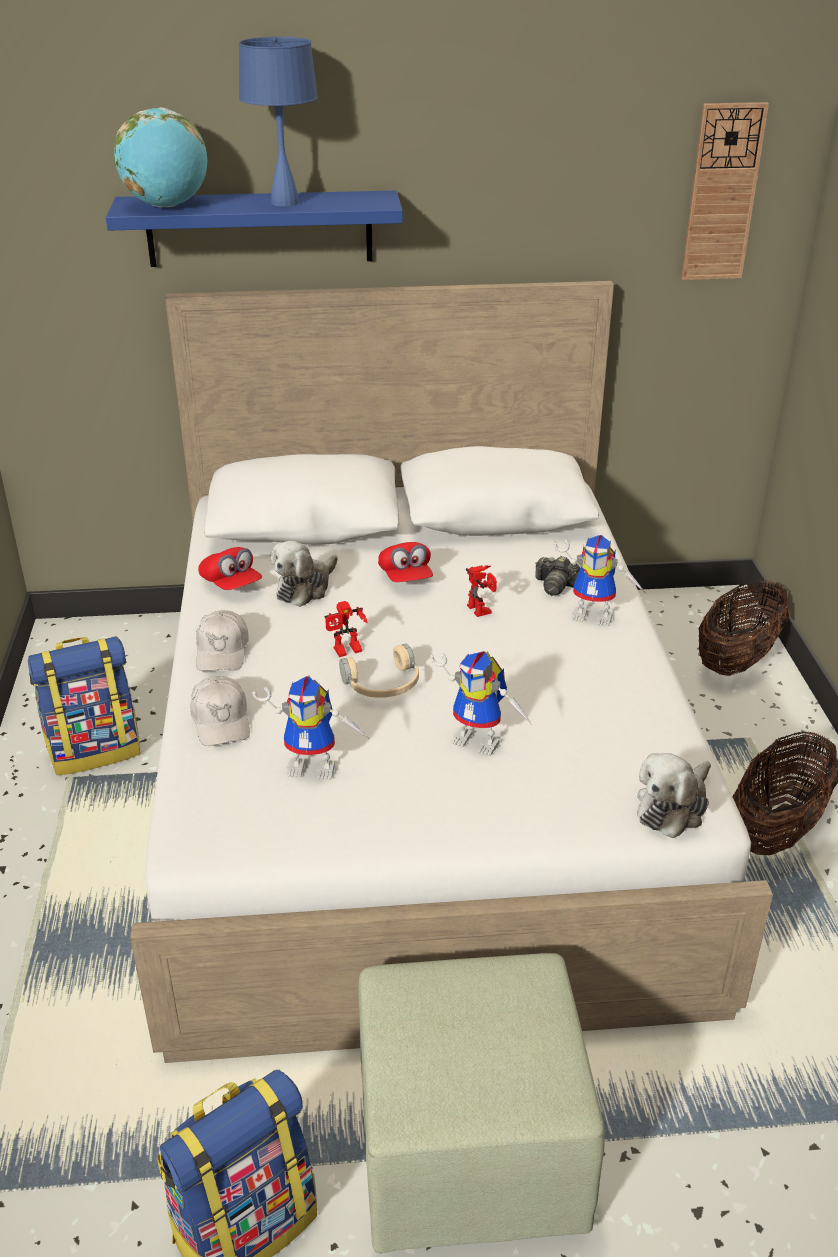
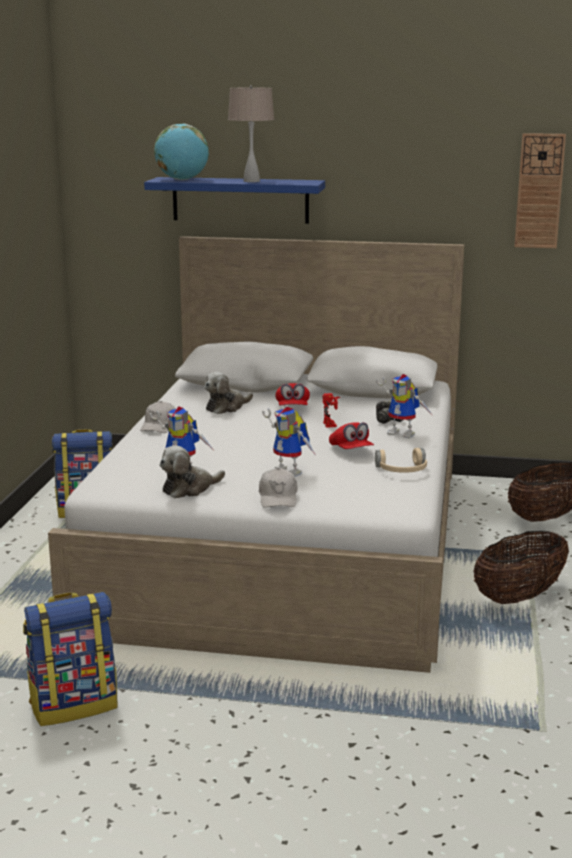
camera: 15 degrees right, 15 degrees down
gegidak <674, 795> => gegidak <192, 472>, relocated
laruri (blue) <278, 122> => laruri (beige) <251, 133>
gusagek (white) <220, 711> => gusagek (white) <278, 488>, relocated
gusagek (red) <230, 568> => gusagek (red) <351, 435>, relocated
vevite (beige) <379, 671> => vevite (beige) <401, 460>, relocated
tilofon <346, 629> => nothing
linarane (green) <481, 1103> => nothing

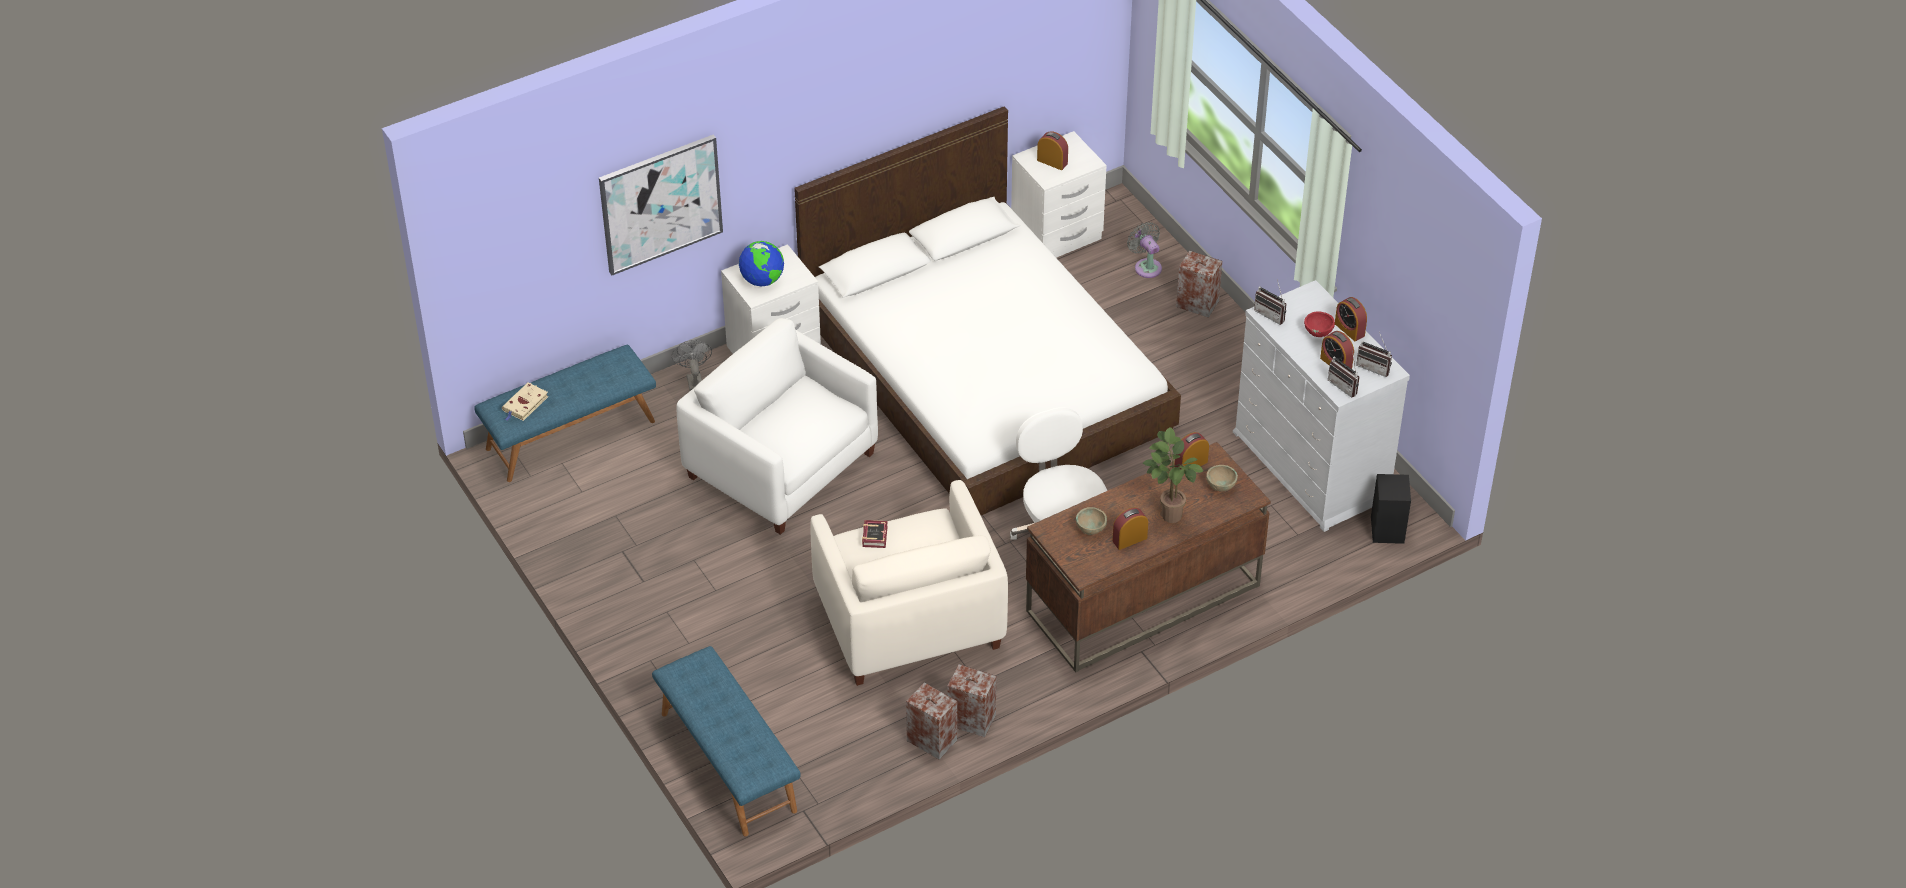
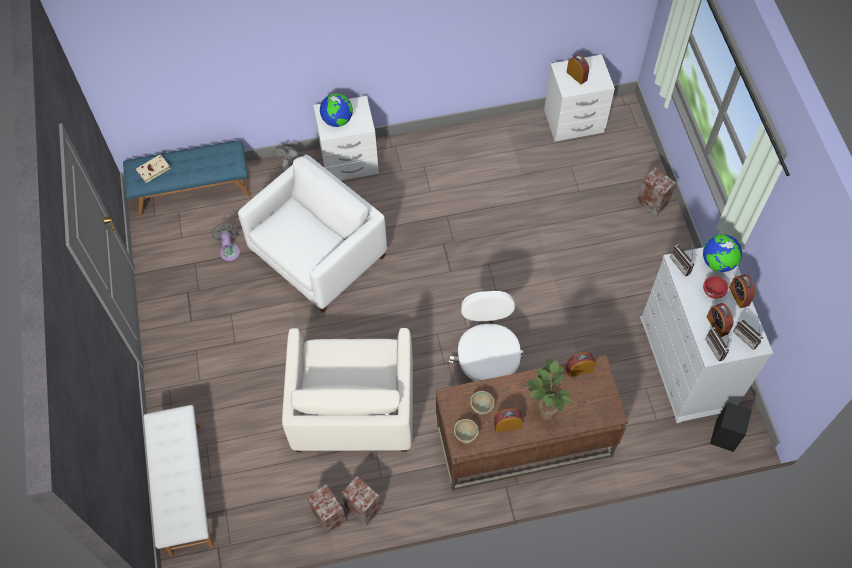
camera: 20 degrees right, 15 degrees up
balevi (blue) <726, 741> => balevi (white) <179, 481>
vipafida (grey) <1144, 250> => vipafida (grey) <225, 242>, relocated
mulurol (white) <777, 426> => mulurol (white) <312, 234>, 75 degrees clockwise
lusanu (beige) <1222, 478> => lusanu (beige) <466, 431>, relocated
nothing => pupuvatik <722, 253>
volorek <661, 205> => nothing
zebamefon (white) <987, 310> => nothing
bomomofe <875, 534> => nothing

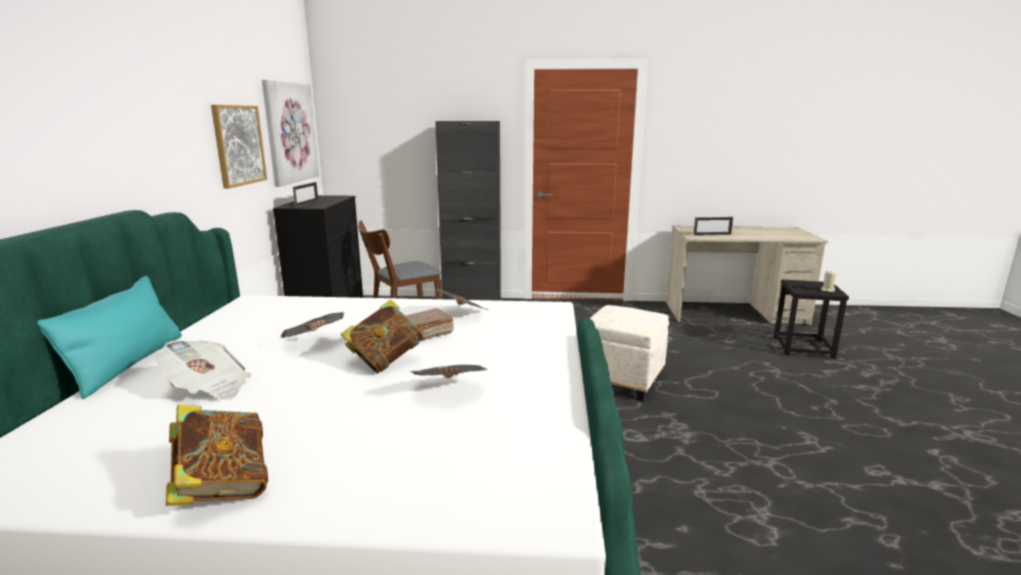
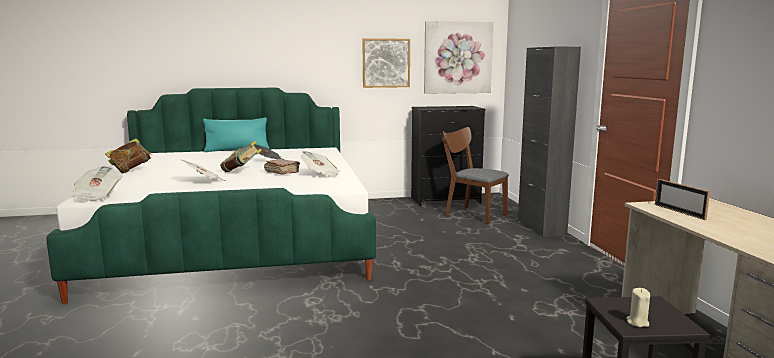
camera: 75 degrees right, 5 degrees down
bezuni <203, 370> => bezuni <97, 184>, relocated
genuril <305, 194> => nothing
linarane (white) <629, 353> => nothing

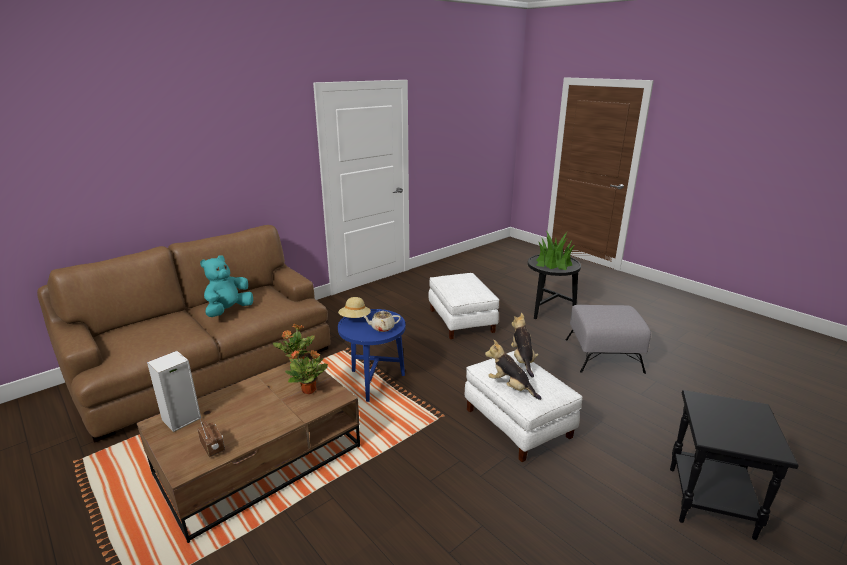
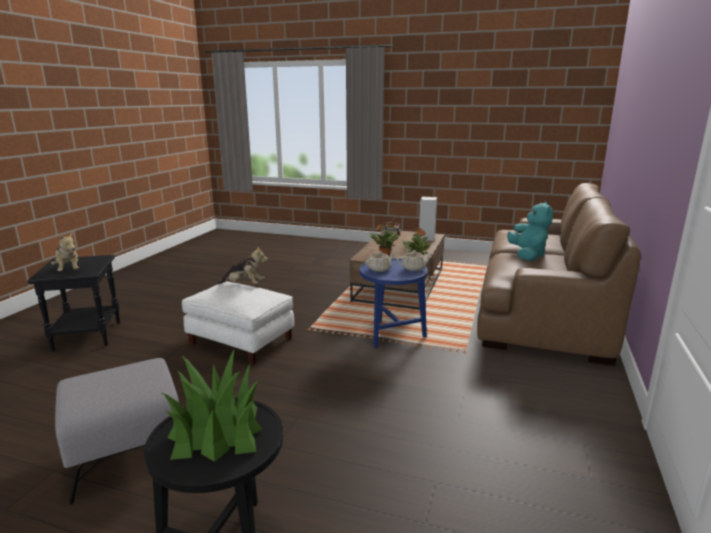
camera: 150 degrees right, 5 degrees down
gegidak <525, 345> => gegidak <65, 251>, relocated
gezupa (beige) <354, 307> => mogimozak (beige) <415, 260>
linarane (white) <464, 306> => nothing

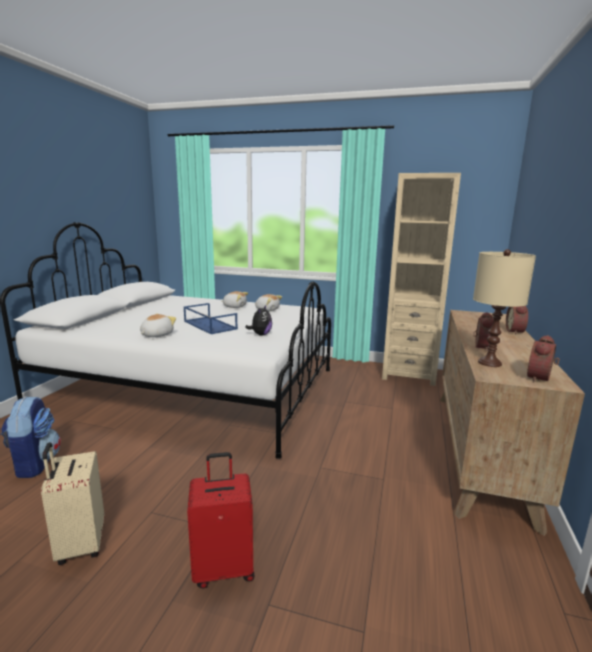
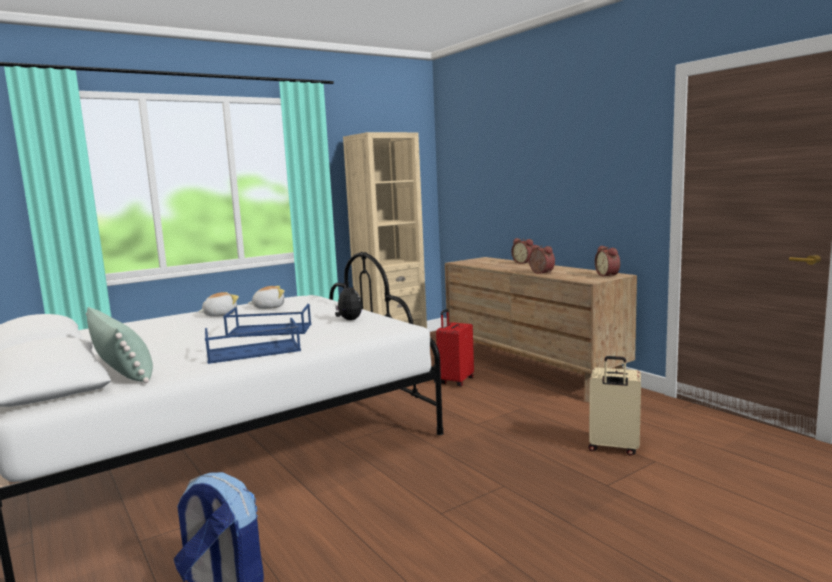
camera: 50 degrees left, 5 degrees down
nothing => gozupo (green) <119, 345>
gegidak <158, 325> => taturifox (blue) <253, 341>
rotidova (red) <221, 520> => rotidova (red) <455, 348>, relocated
rotidova (beige) <72, 503> => rotidova (beige) <614, 406>, relocated
laruri (beige) <504, 308> => nothing

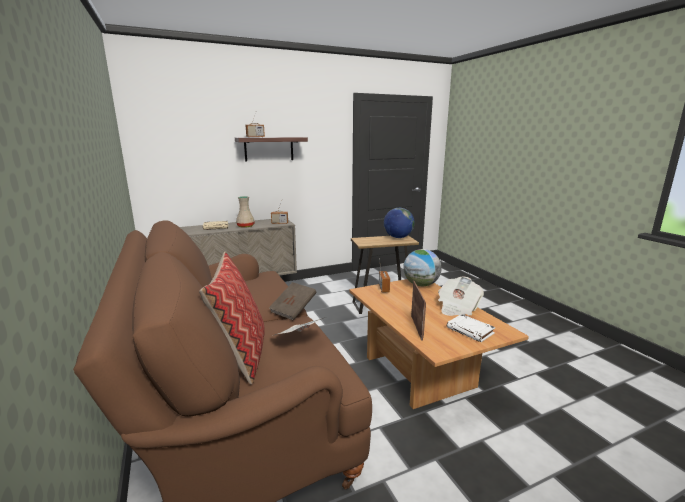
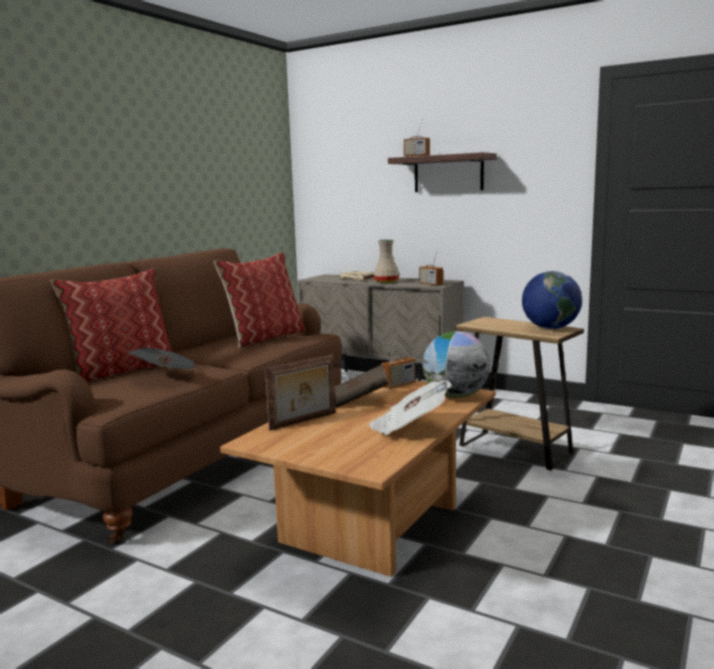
camera: 55 degrees right, 5 degrees down
nothing => gozupo <260, 300>
bomomofe (brown) <292, 301> => bomomofe (brown) <361, 386>, relocated
bomomofe (white) <471, 328> => nothing

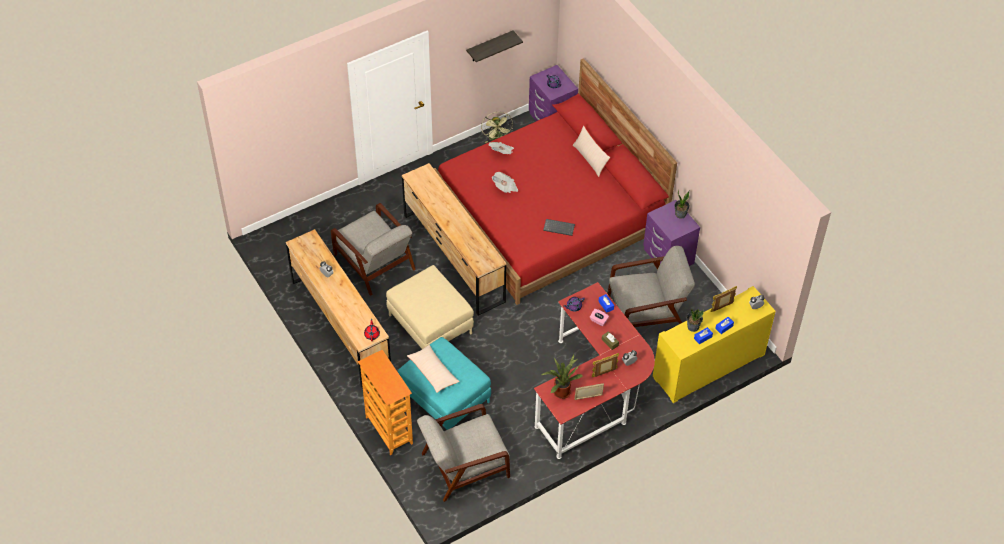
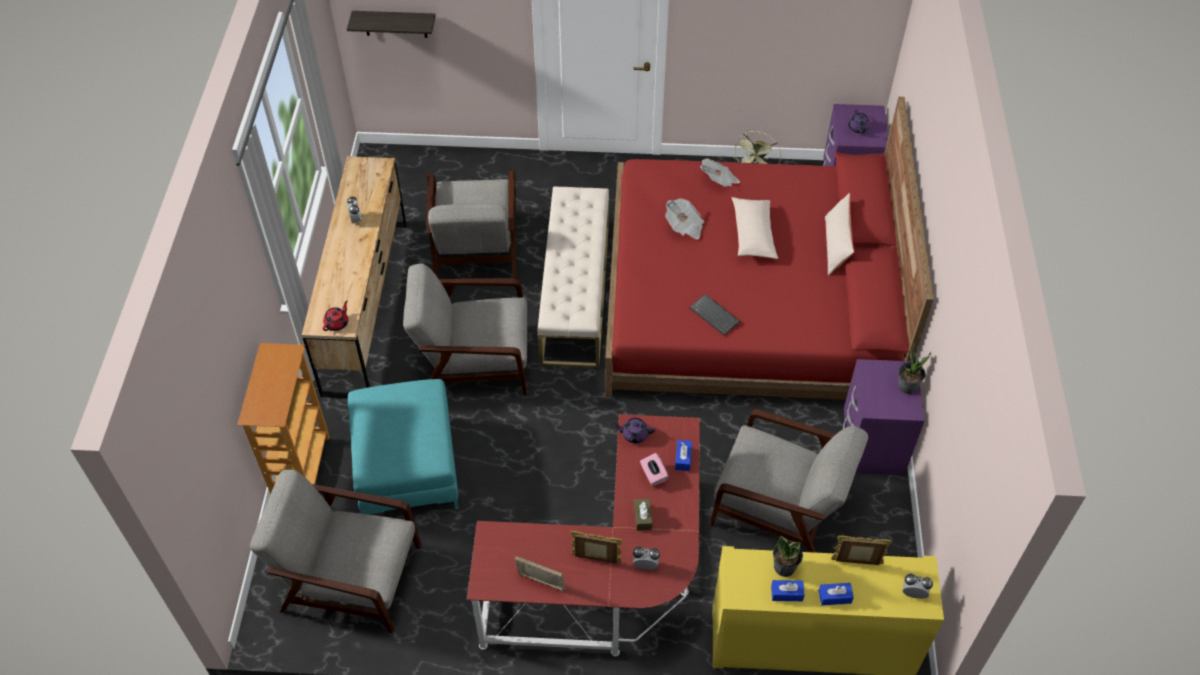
camera: 35 degrees right, 0 degrees up
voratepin <494, 46> => voratepin <391, 24>, relocated
linarane (beige) <430, 307> => mulurol (grey) <465, 329>
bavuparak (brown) <454, 239> => balevi (beige) <573, 277>
gozupo (beige) <433, 369> => gozupo (beige) <754, 228>, relocated
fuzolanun <562, 377> => nothing

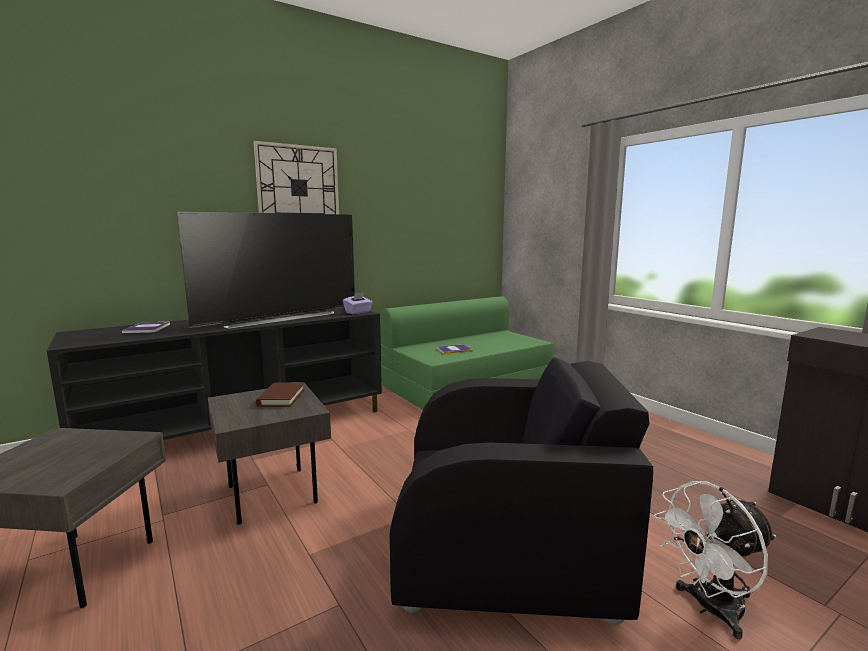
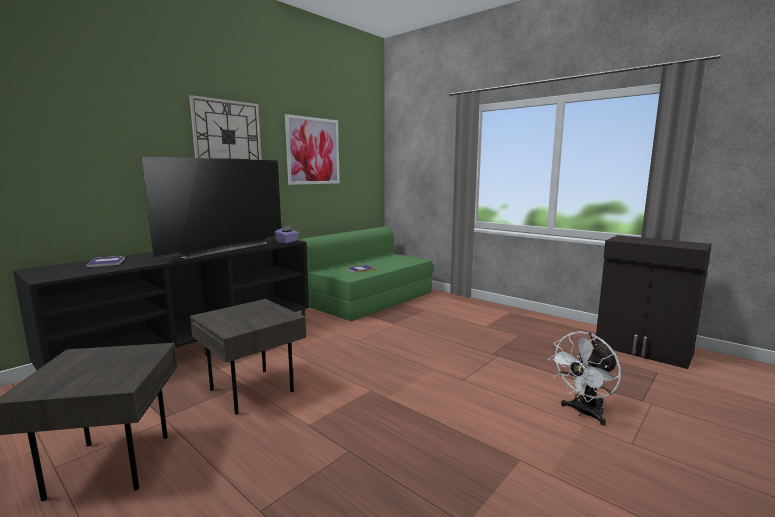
camera: 15 degrees left, 0 degrees up
nothing => volorek <312, 149>
bomomofe (brown) <280, 394> => nothing
mulurol (black) <521, 491> => nothing

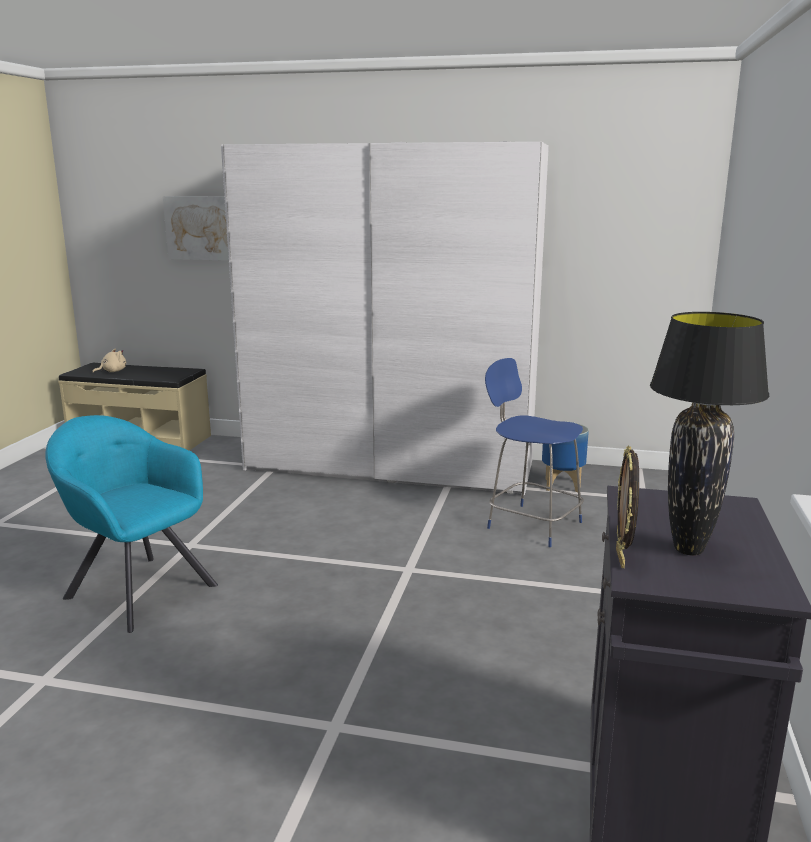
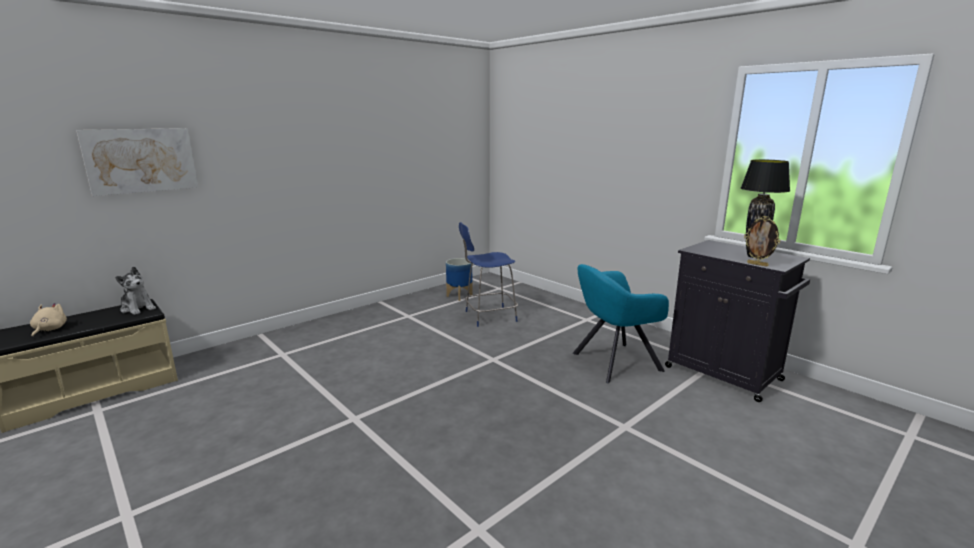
camera: 55 degrees left, 0 degrees up
nothing => gegidak <135, 290>
mulurol (turquoise) <131, 524> => mulurol (turquoise) <621, 323>, relocated
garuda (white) <385, 318> => nothing

